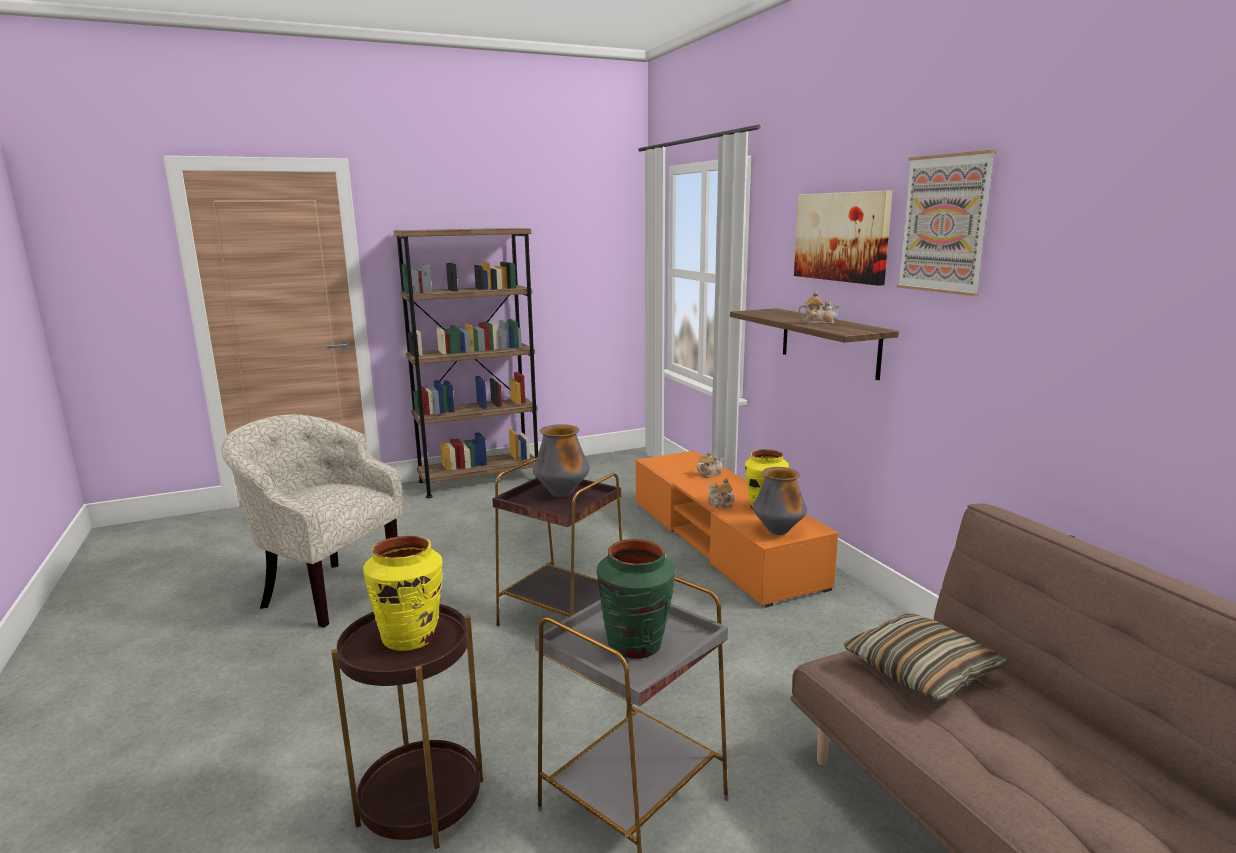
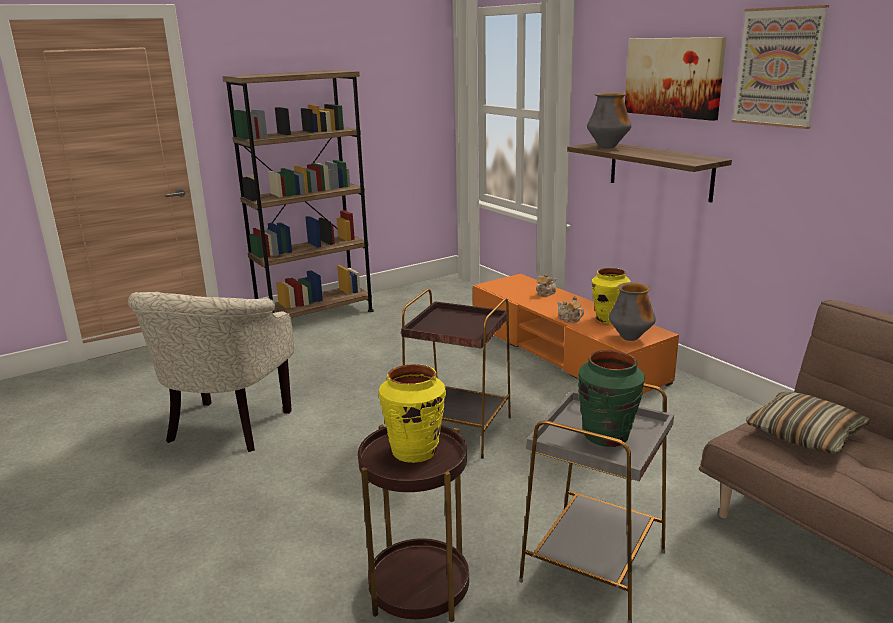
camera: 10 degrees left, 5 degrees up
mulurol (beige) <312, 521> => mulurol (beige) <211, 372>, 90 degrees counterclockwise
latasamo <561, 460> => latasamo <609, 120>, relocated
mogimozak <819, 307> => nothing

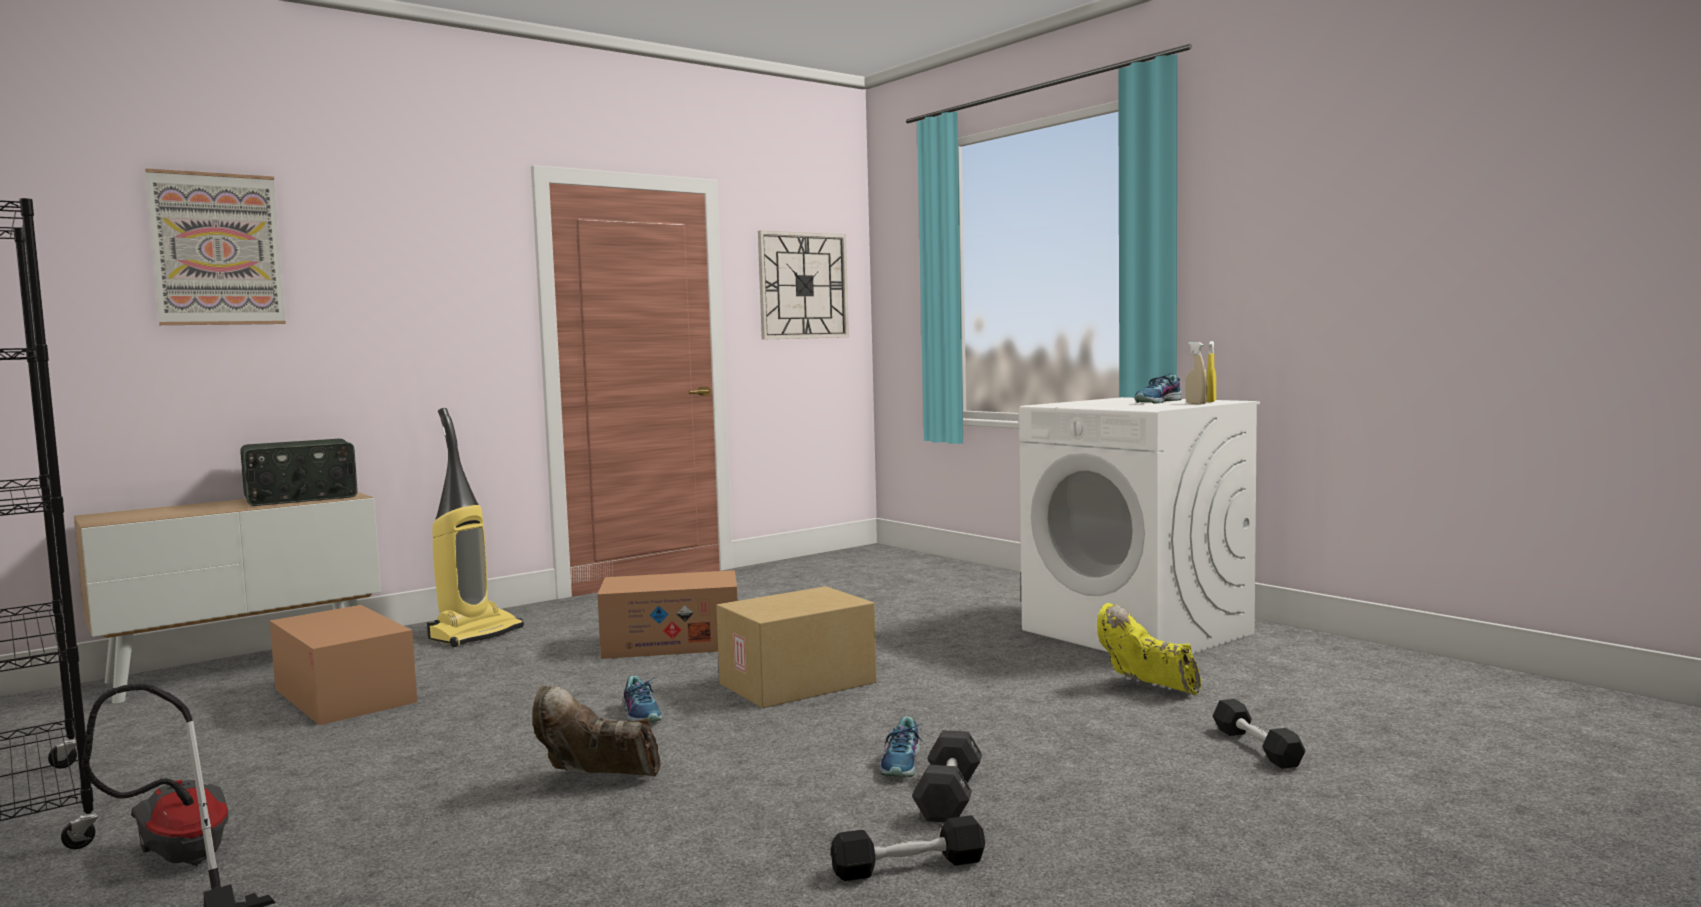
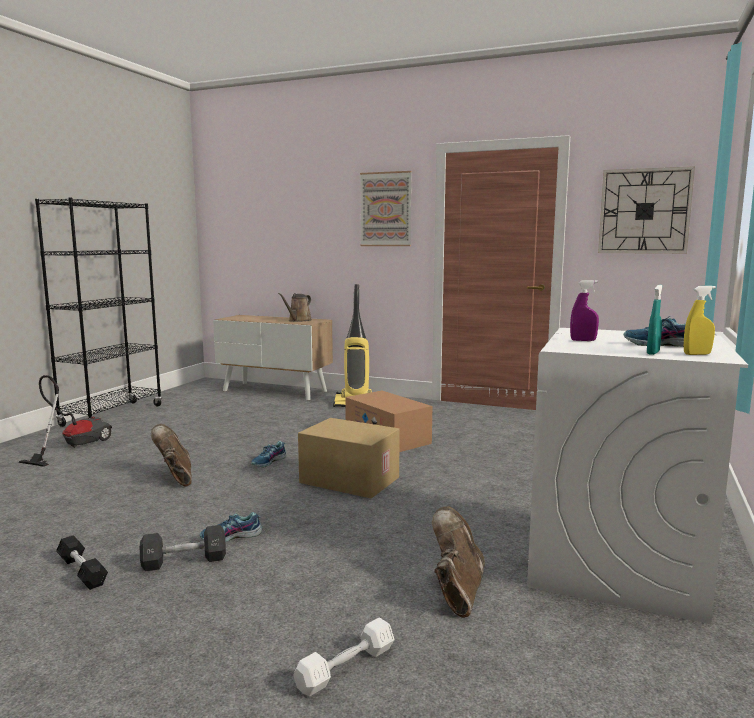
camera: 60 degrees right, 5 degrees up
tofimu <299, 472> => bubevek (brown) <295, 307>
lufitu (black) <1259, 734> => lufitu (white) <343, 656>
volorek <215, 246> => volorek <386, 208>, relocated
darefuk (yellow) <1149, 649> => darefuk (brown) <458, 562>
nothing => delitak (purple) <584, 310>
delitak (beige) <1196, 373> => delitak (turquoise) <654, 320>
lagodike <343, 665> => nothing

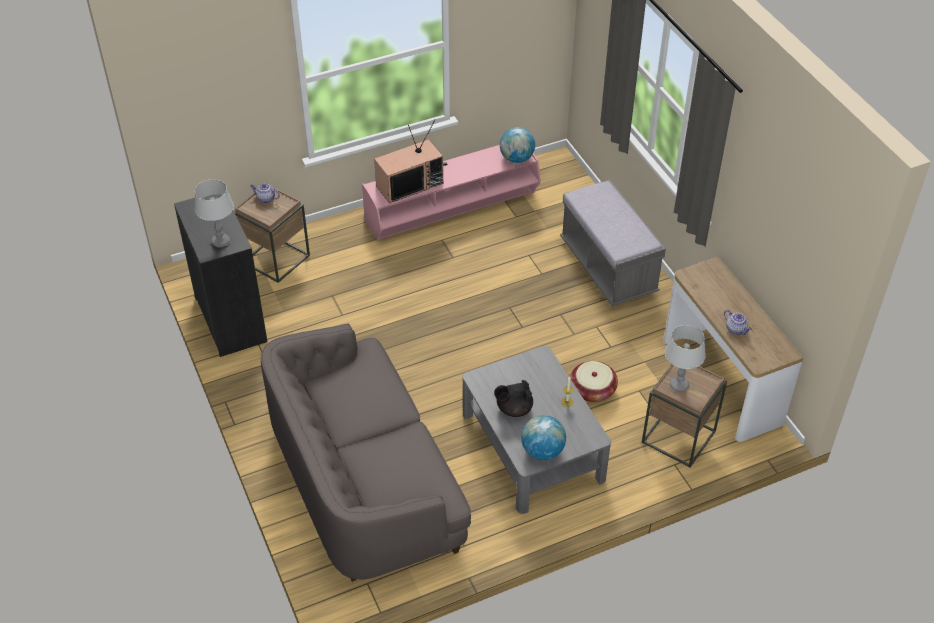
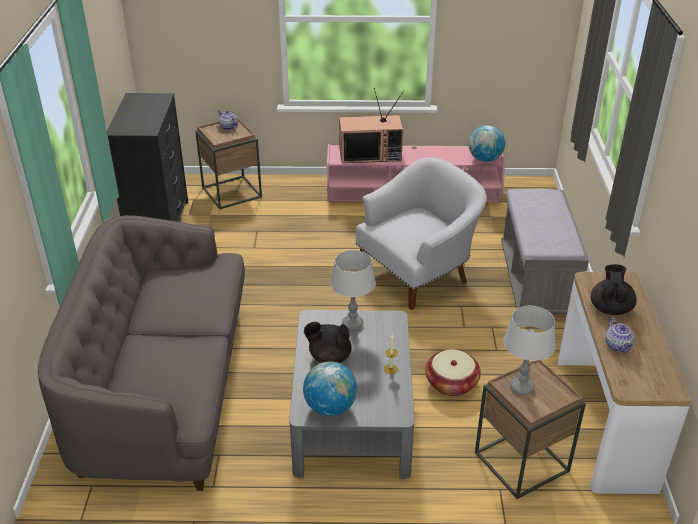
camera: 25 degrees right, 10 degrees down
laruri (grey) <214, 213> => laruri (grey) <353, 290>, relocated
nothing => mulurol (white) <421, 233>
nothing => mogimozak (black) <614, 289>

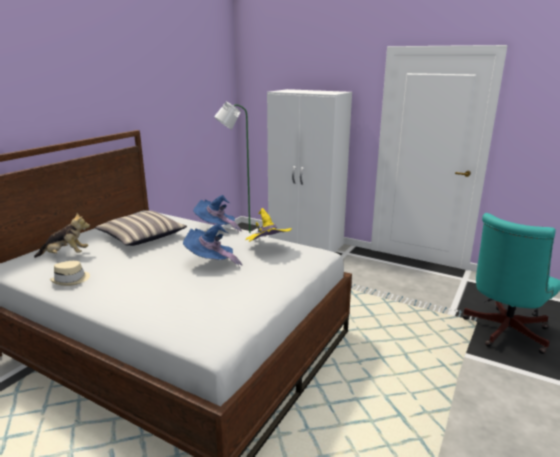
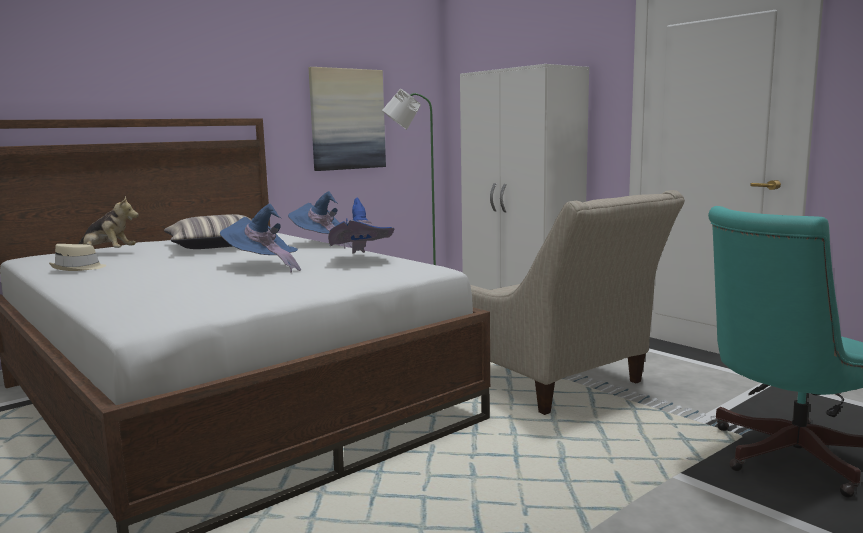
camera: 20 degrees right, 10 degrees down
nothing => volorek <347, 119>
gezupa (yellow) <268, 225> => gezupa (blue) <361, 226>
nothing => mulurol (beige) <577, 302>

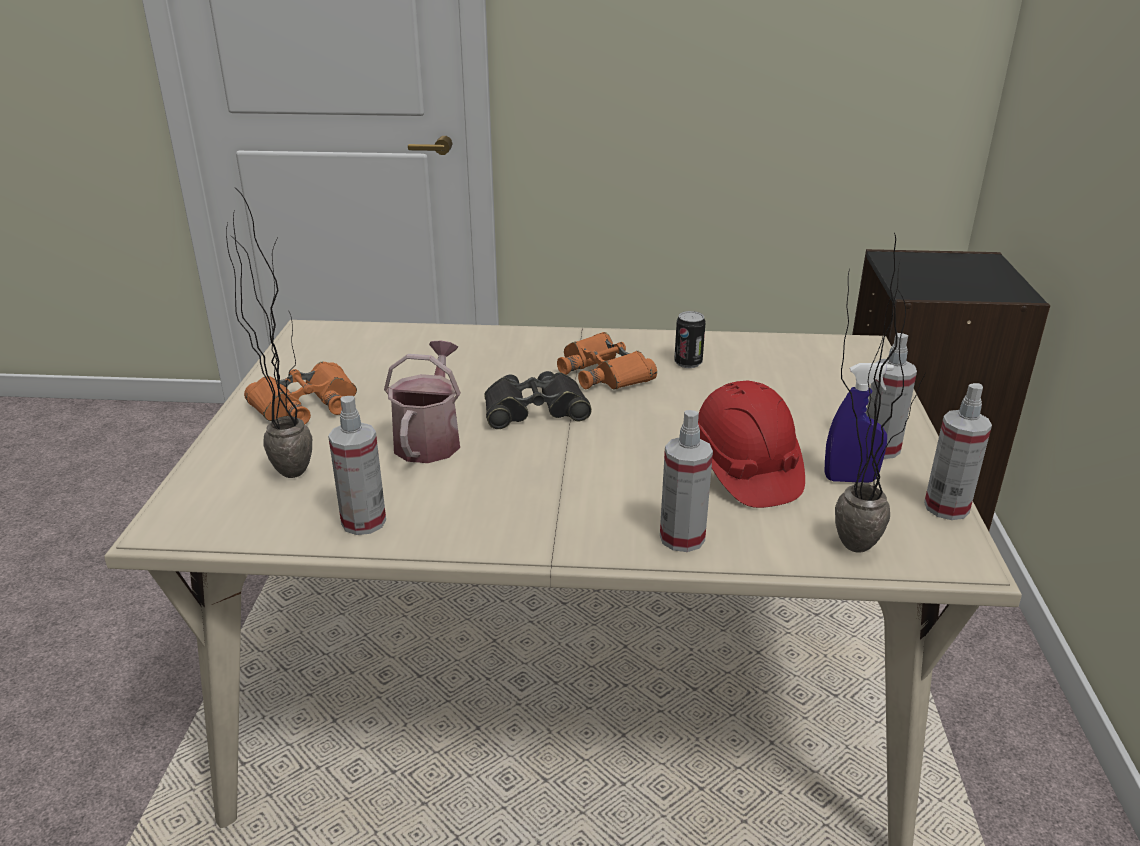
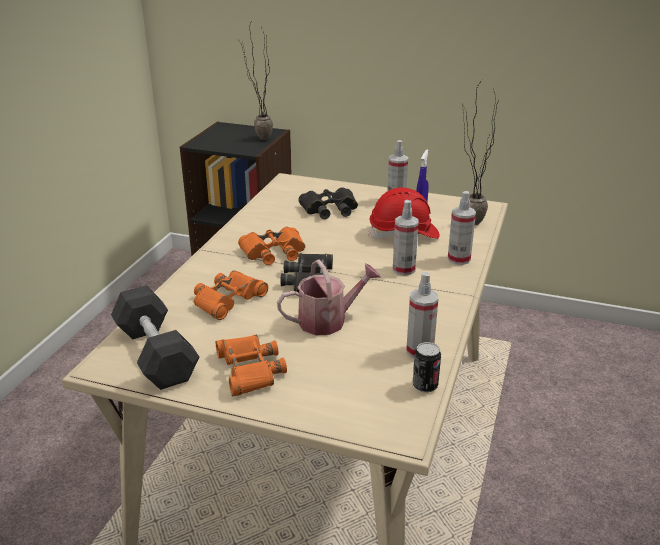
camera: 75 degrees left, 0 degrees up
nothing => lufitu (grey) <155, 337>
nothing => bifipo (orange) <231, 295>
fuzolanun <269, 336> => fuzolanun <256, 80>, relocated
bubevek <422, 401> => bubevek <329, 297>, 135 degrees clockwise
nothing => bifipo (black) <328, 203>
delitak <958, 451> => delitak <406, 237>, relocated
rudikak <689, 339> => rudikak <427, 367>, relocated

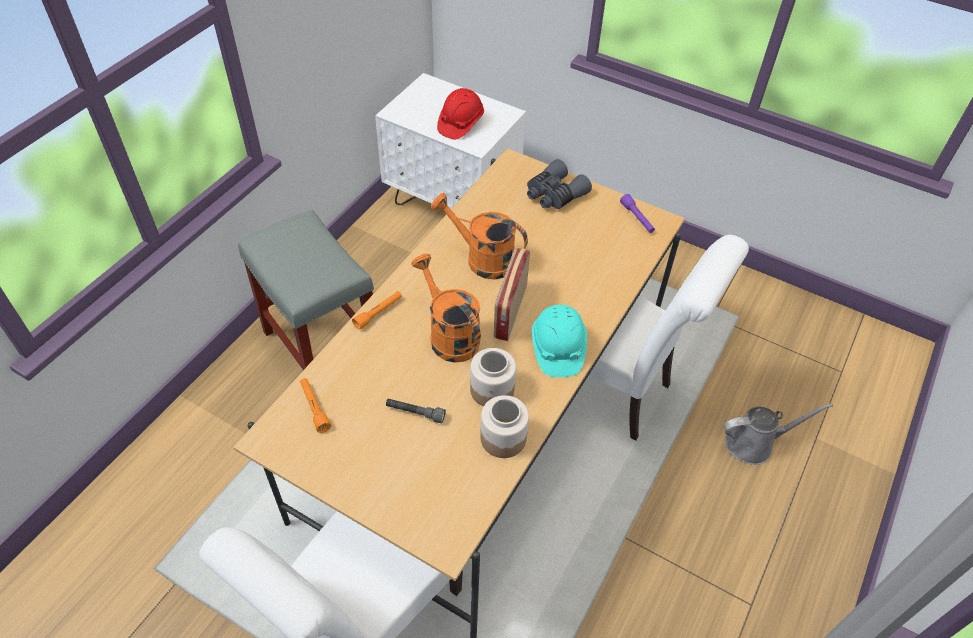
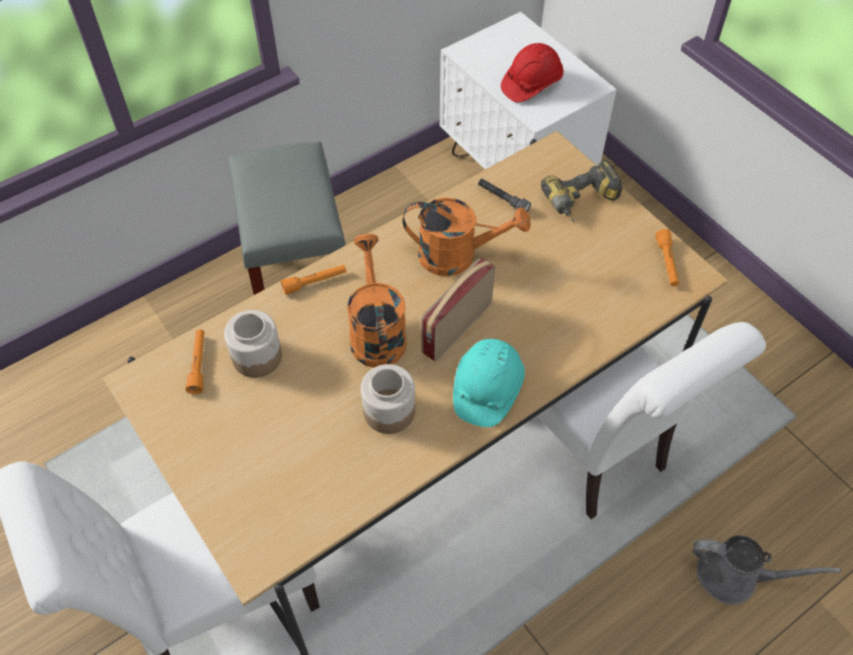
camera: 25 degrees right, 5 degrees up
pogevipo <504, 426> => pogevipo <253, 344>, relocated
bubevek (orange) <479, 236> => bubevek (orange) <467, 236>, 135 degrees clockwise
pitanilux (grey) <416, 411> => pitanilux (grey) <504, 195>, relocated
bifipo (grey) <559, 184> => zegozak <581, 191>
pitanilux (purple) <637, 213> => pitanilux (orange) <667, 257>

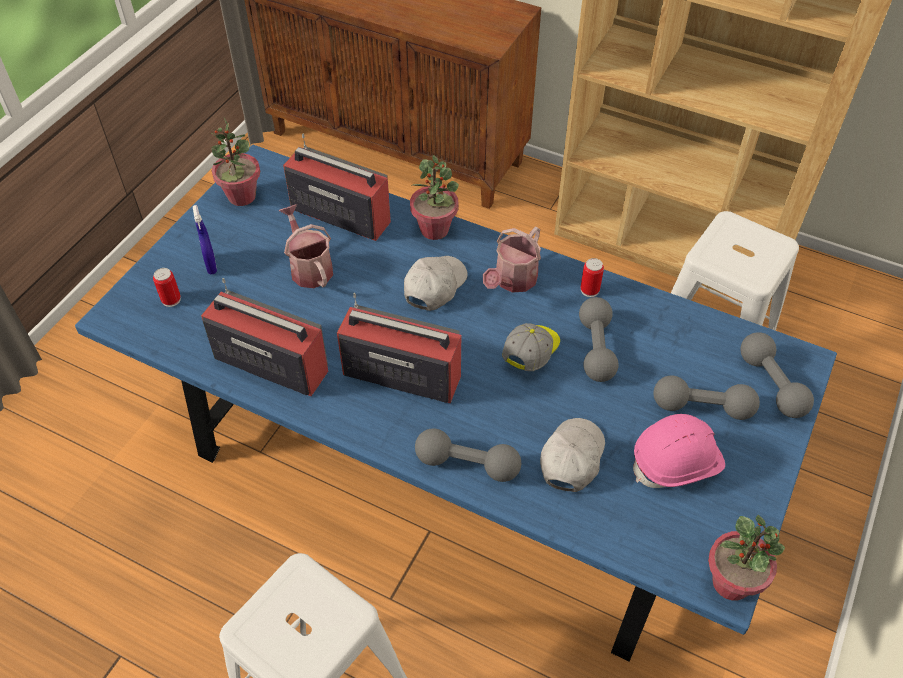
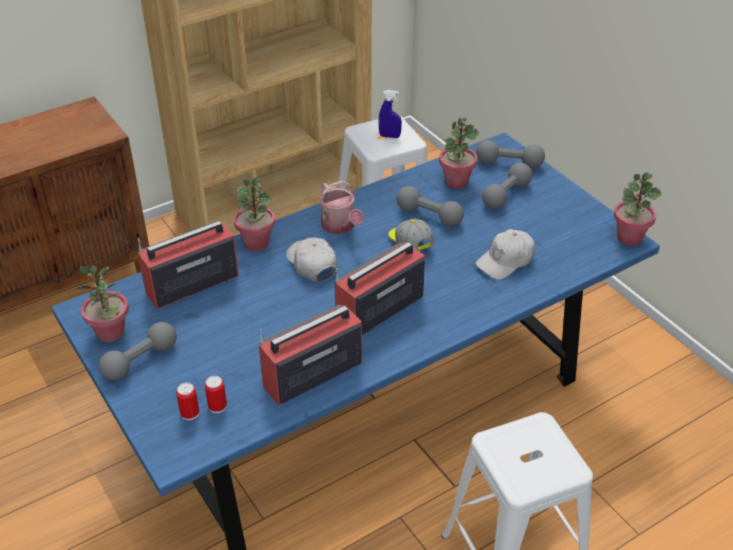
camera: 60 degrees left, 10 degrees down
lufitu (grey) <468, 455> => lufitu (grey) <138, 351>, relocated
rudikak <592, 277> => rudikak <216, 394>, relocated
delitak (blue) <205, 239> => delitak (blue) <390, 114>, relocated
nothing => fuzolanun <459, 153>
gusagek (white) <572, 455> => gusagek (white) <505, 254>, 90 degrees counterclockwise
bubevek <306, 246> => nothing
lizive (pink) <679, 451> => nothing

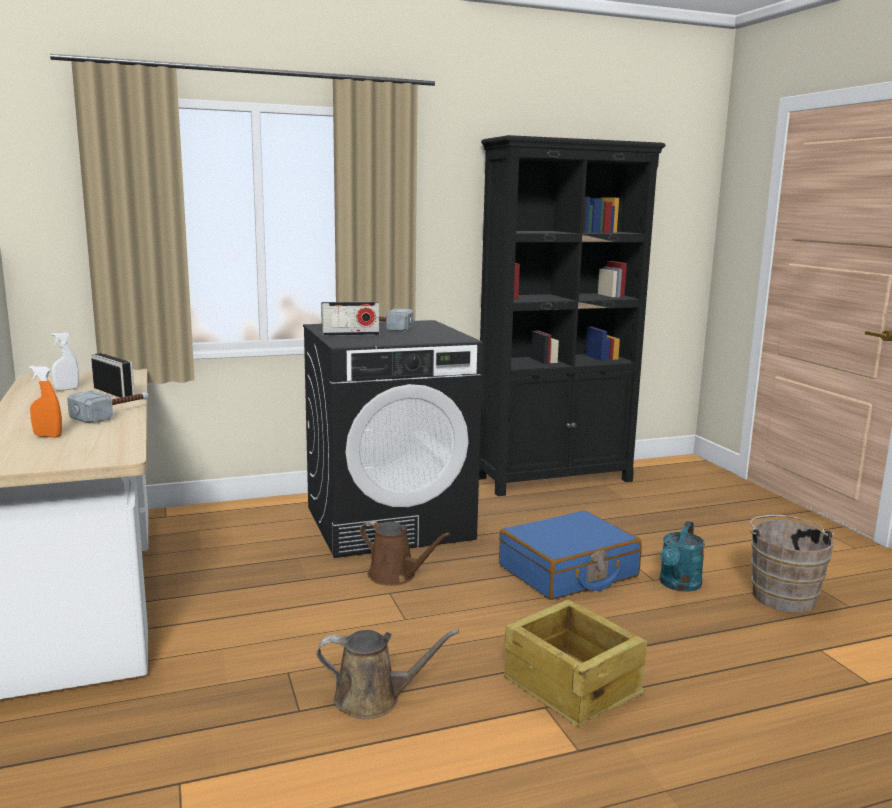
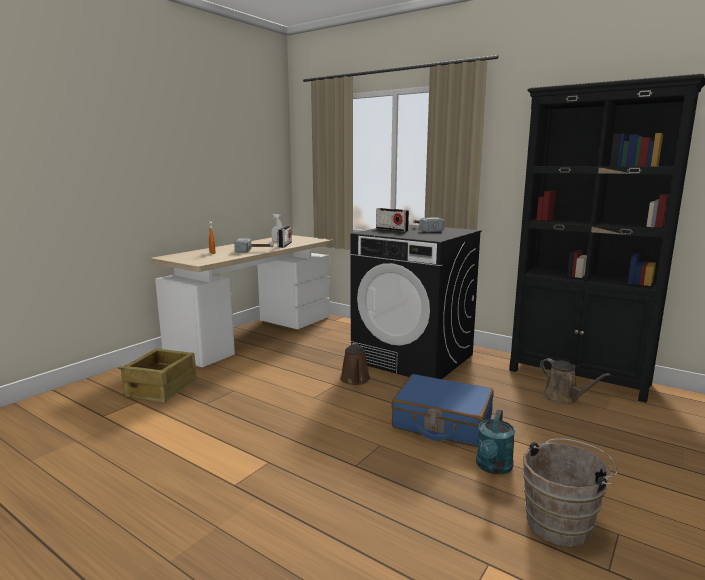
camera: 55 degrees right, 0 degrees up
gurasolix <575, 663> => gurasolix <159, 376>, relocated
bubevek (turquoise) <682, 556> => bubevek (turquoise) <495, 441>, 60 degrees counterclockwise
bubevek (brown) <387, 674> => bubevek (brown) <575, 381>, relocated

